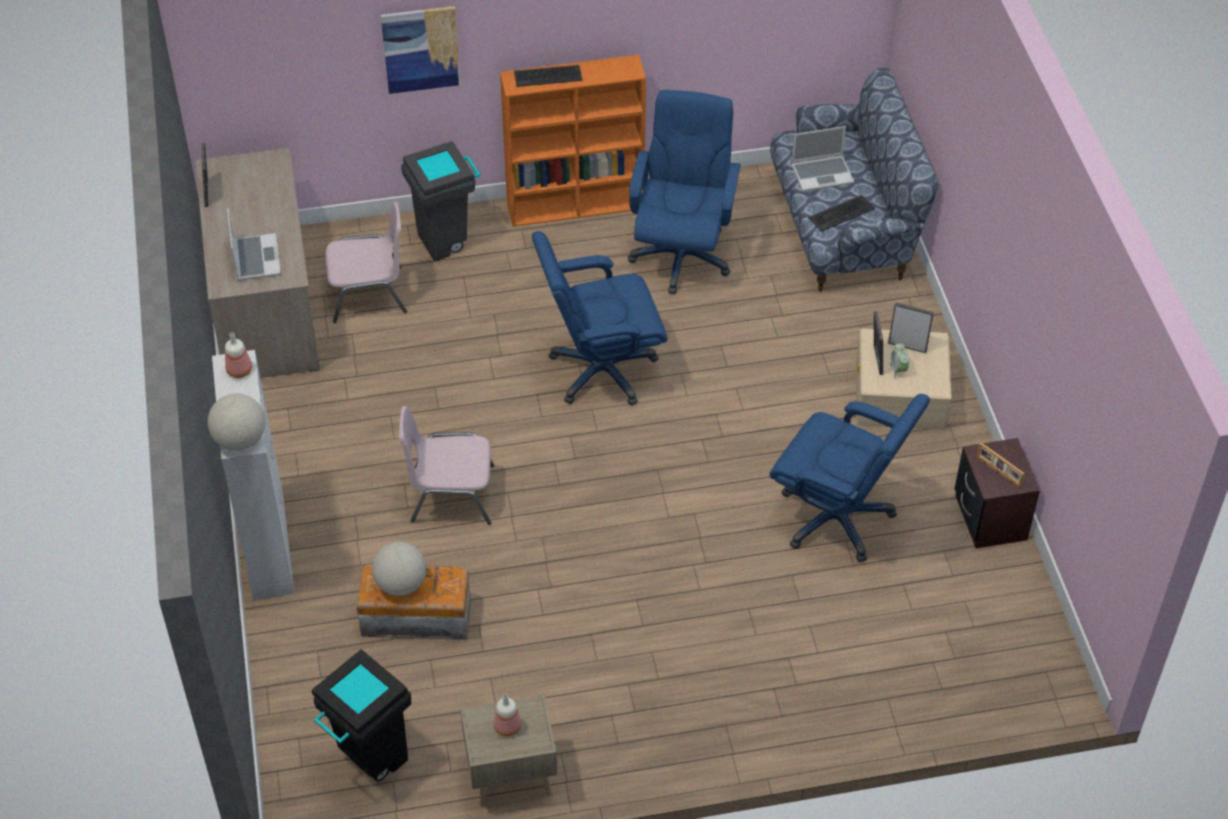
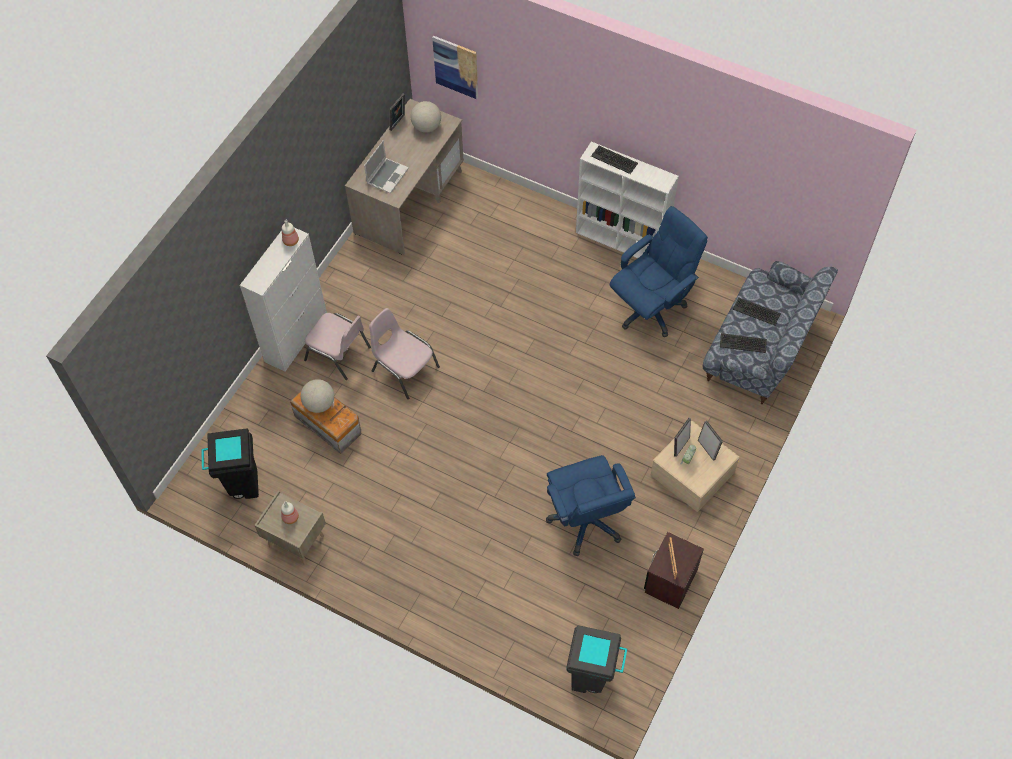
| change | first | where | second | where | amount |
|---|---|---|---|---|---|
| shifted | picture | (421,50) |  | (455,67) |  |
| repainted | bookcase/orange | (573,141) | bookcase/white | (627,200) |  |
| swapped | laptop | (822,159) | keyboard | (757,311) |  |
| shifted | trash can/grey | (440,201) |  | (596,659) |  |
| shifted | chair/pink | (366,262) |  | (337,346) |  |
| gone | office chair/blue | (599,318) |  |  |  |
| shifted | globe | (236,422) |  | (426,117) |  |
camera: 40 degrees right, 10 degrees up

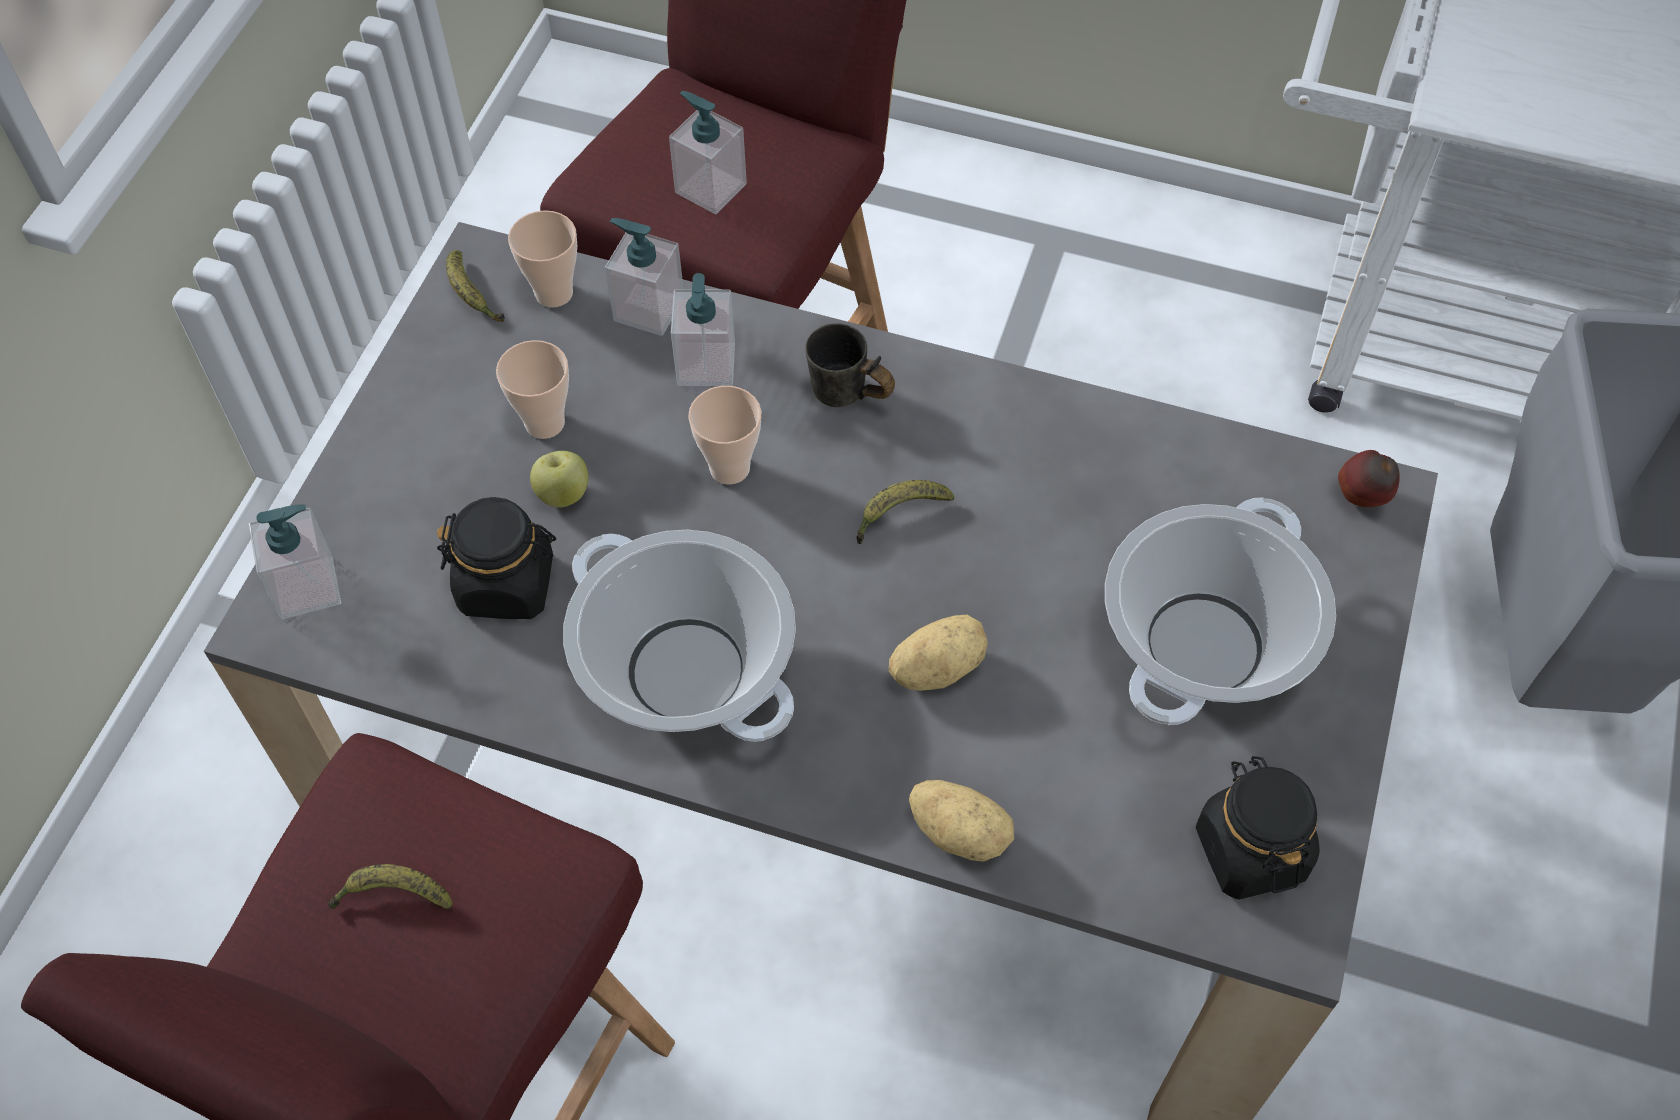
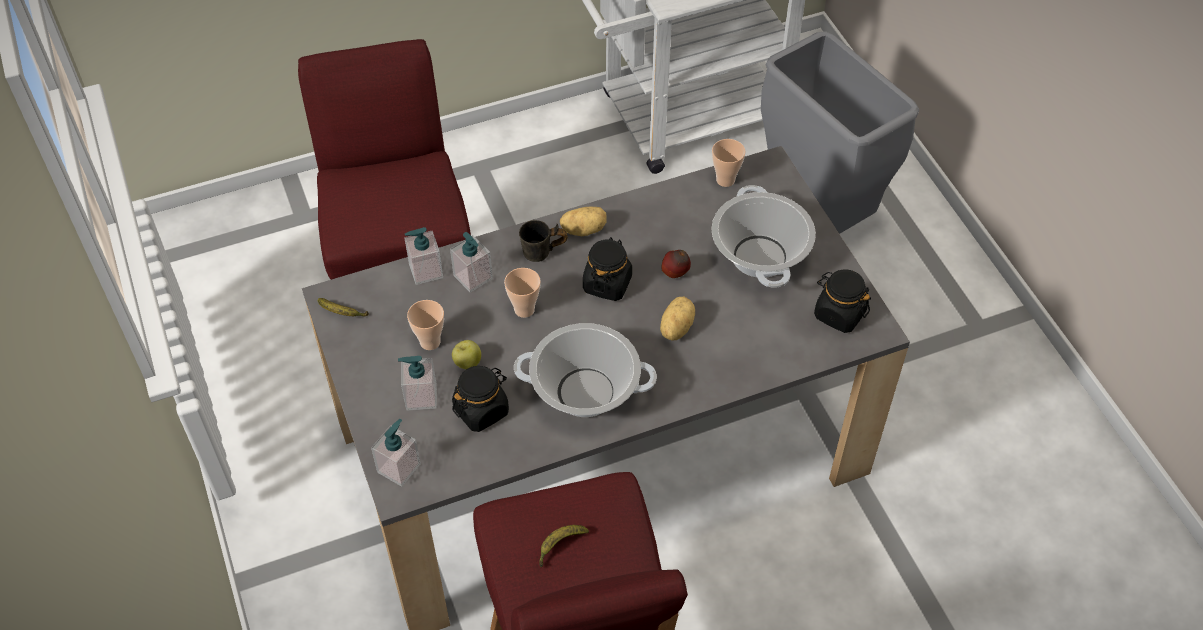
| change | first | where | second | where | amount |
|---|---|---|---|---|---|
| shifted | soap dispenser | (708,152) |  | (417,383) |  |
| shifted | cup | (542,259) |  | (729,163) |  |
| shifted | apple | (1369,478) |  | (676,264) |  |
| swapped | banana | (905,512) | jar/black | (607,269) |  |
| shifted | potato | (961,821) |  | (583,221) |  |
camera: 40 degrees left, 5 degrees down

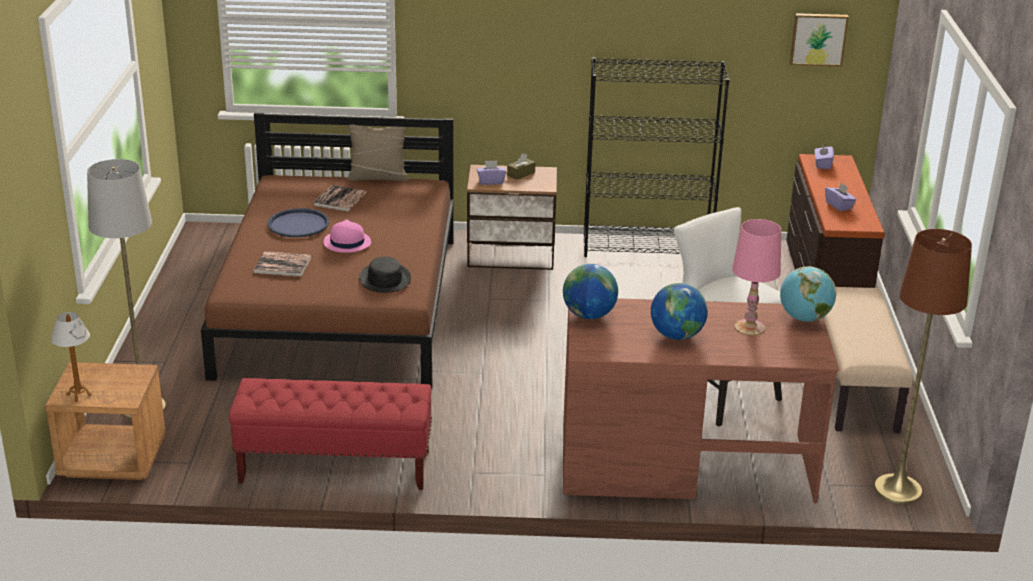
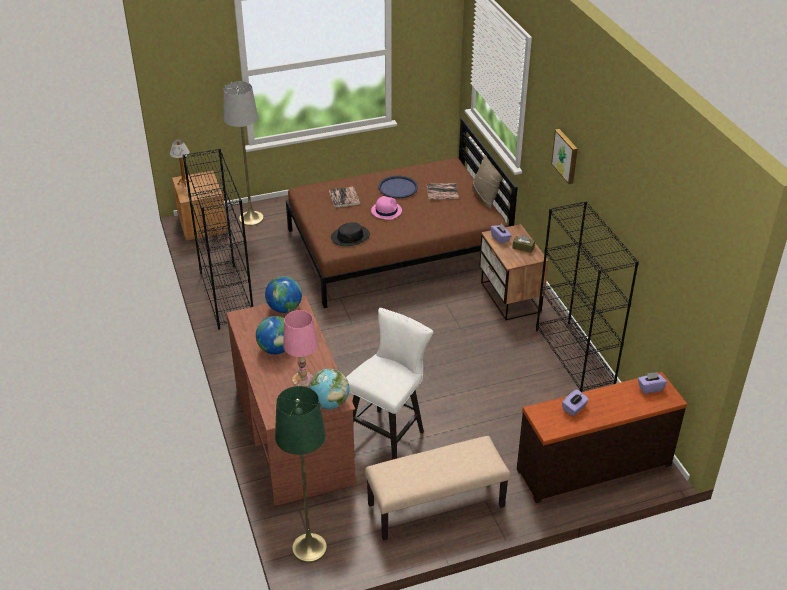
| change | first | where | second | where | amount |
|---|---|---|---|---|---|
| shifted | picture | (819,39) |  | (564,156) |  |
| repainted | floor lamp/brown | (923,366) | floor lamp/green | (301,474) |  |
| swapped | bench/red | (330,434) | bookcase/black | (217,239) |  |
camera: 70 degrees right, 10 degrees up

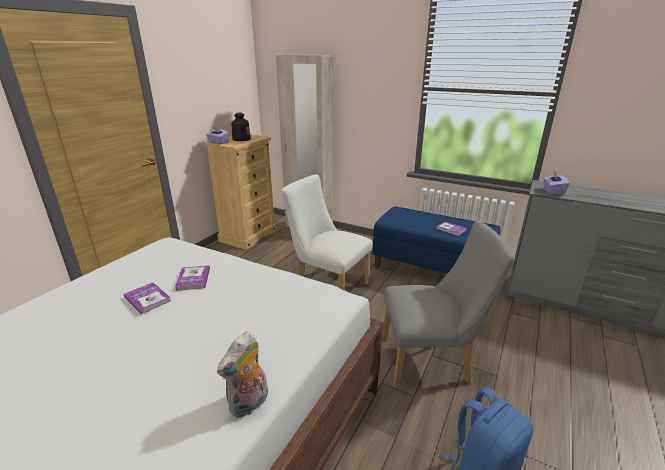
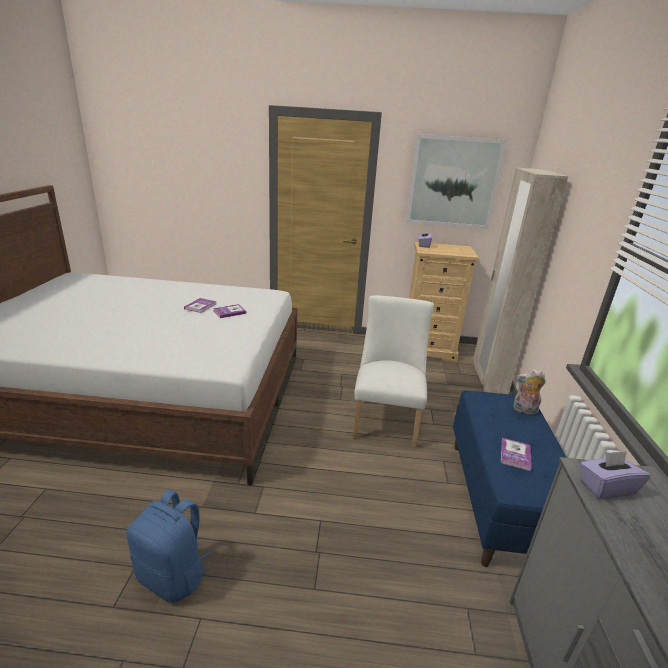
| change | first | where | second | where | amount |
|---|---|---|---|---|---|
| gone | bottle | (241,126) |  |  |  |
| gone | chair/grey | (448,304) |  |  |  |
| shifted | plush toy | (242,374) |  | (529,392) |  |
| new |  |  | picture | (456,181) |  |
camera: 65 degrees right, 0 degrees up

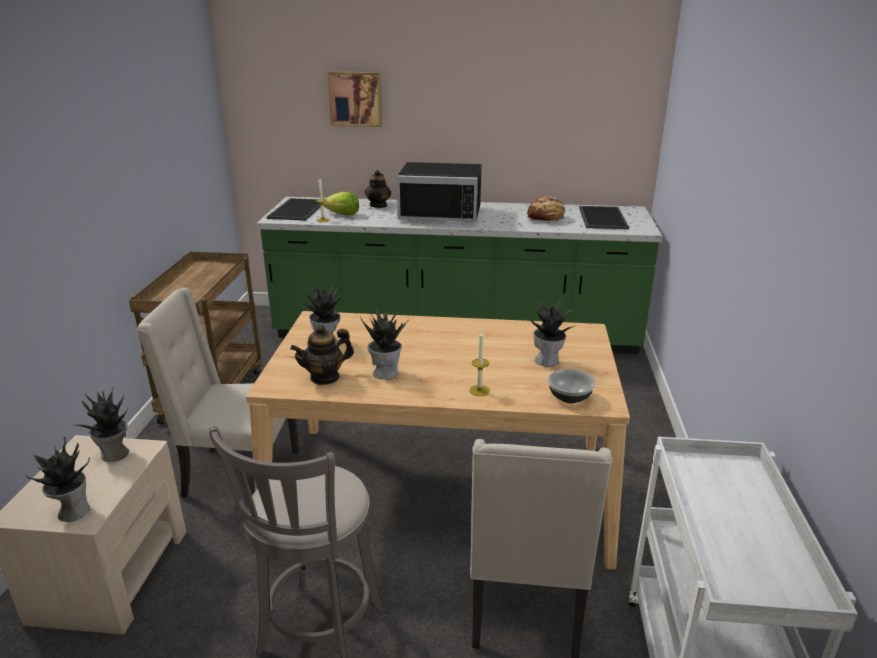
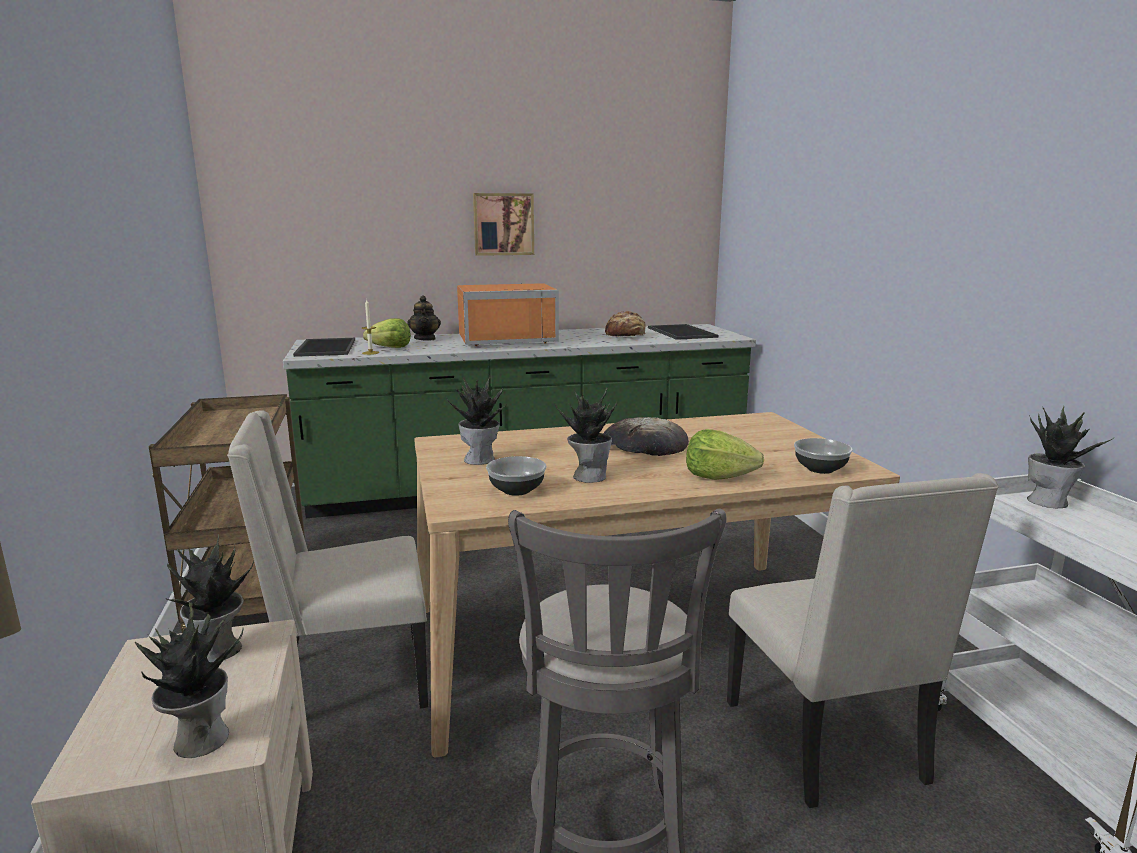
| change | first | where | second | where | amount |
|---|---|---|---|---|---|
| shifted | picture | (354,99) |  | (503,224) |  |
| repainted | microwave/black | (439,192) | microwave/orange | (508,314) |  |
| shifted | potted plant | (551,331) |  | (1069,457) |  |
| swapped | teapot | (322,355) | bowl | (516,476) |  |
| swapped | candle | (479,363) | lettuce | (725,454) |  |
| new |  |  | bread | (646,436) |  |
camera: 20 degrees left, 10 degrees down

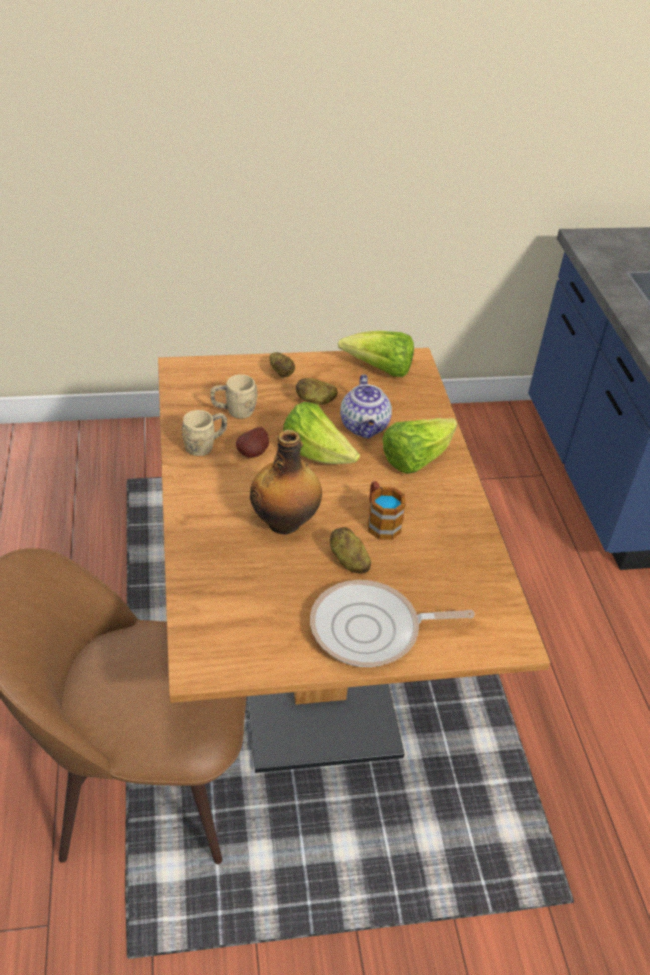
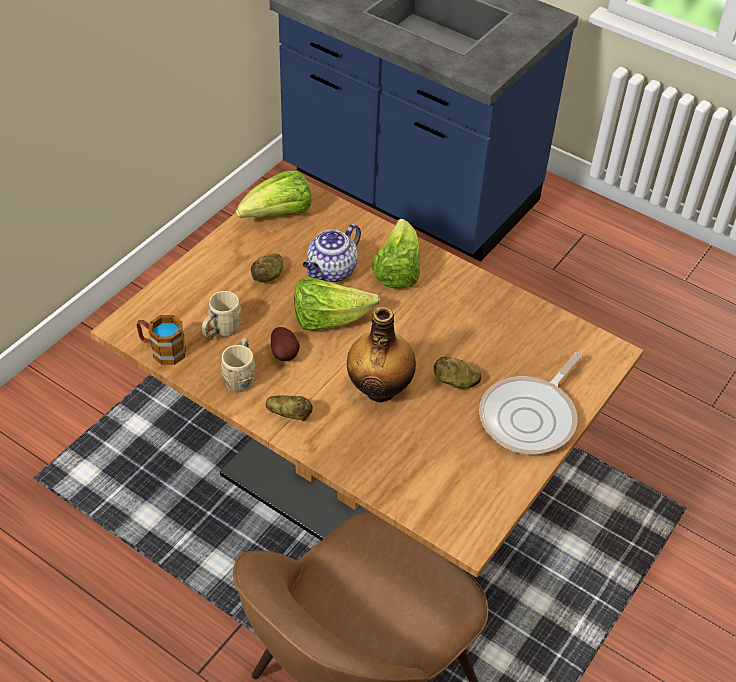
| change | first | where | second | where | amount |
|---|---|---|---|---|---|
| shifted | potato | (282,365) |  | (289,408) |  |
| rotated | teapot | (366,407) |  | (332,253) | 90 degrees clockwise |
| shifted | mug | (387,510) |  | (161,340) |  |
camera: 45 degrees left, 5 degrees up

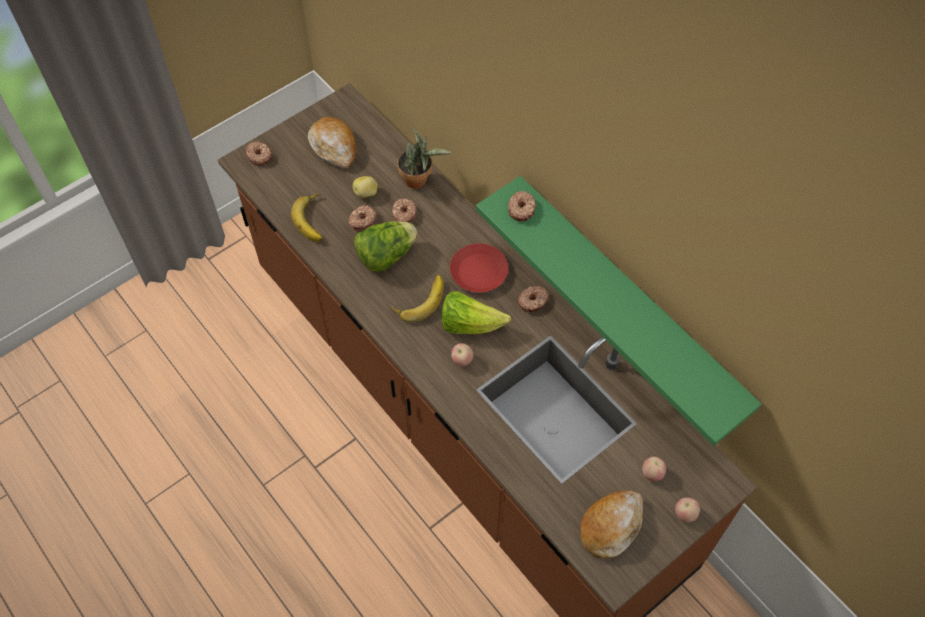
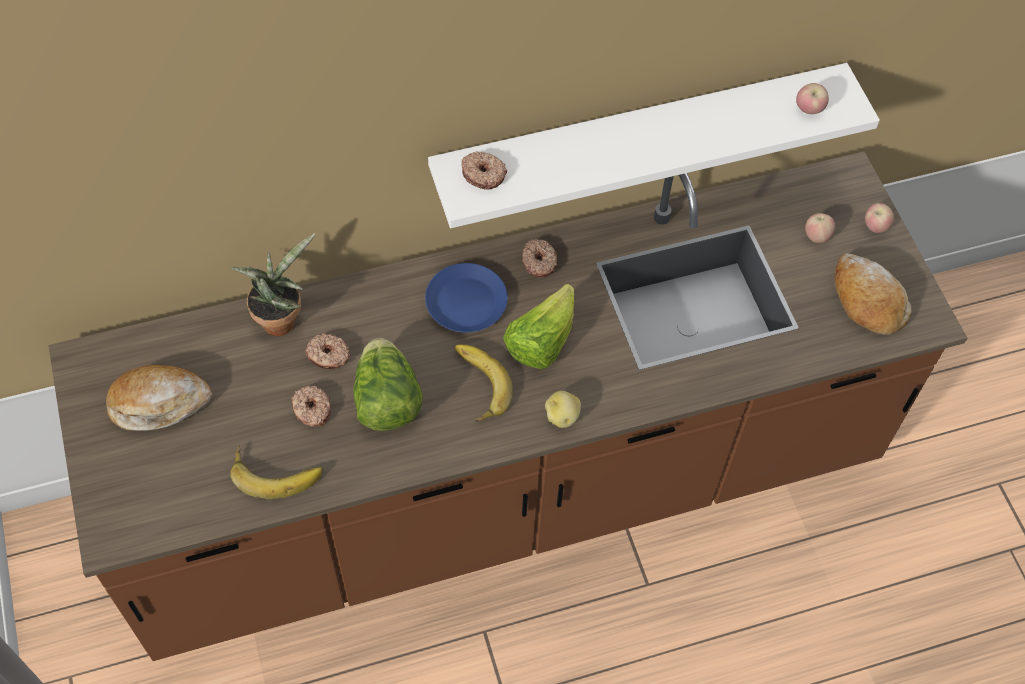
| change | first | where | second | where | amount |
|---|---|---|---|---|---|
| gone | donut | (259,153) |  |  |  |
| shifted | potato | (365,187) |  | (563,409) |  |
| repainted | shelf/green | (618,311) | shelf/white | (654,145) |  |
| repainted | plate/red | (479,268) | plate/blue | (466,297) |  |
| shifted | apple | (462,354) |  | (812,98) |  |
camera: 70 degrees left, 0 degrees up

